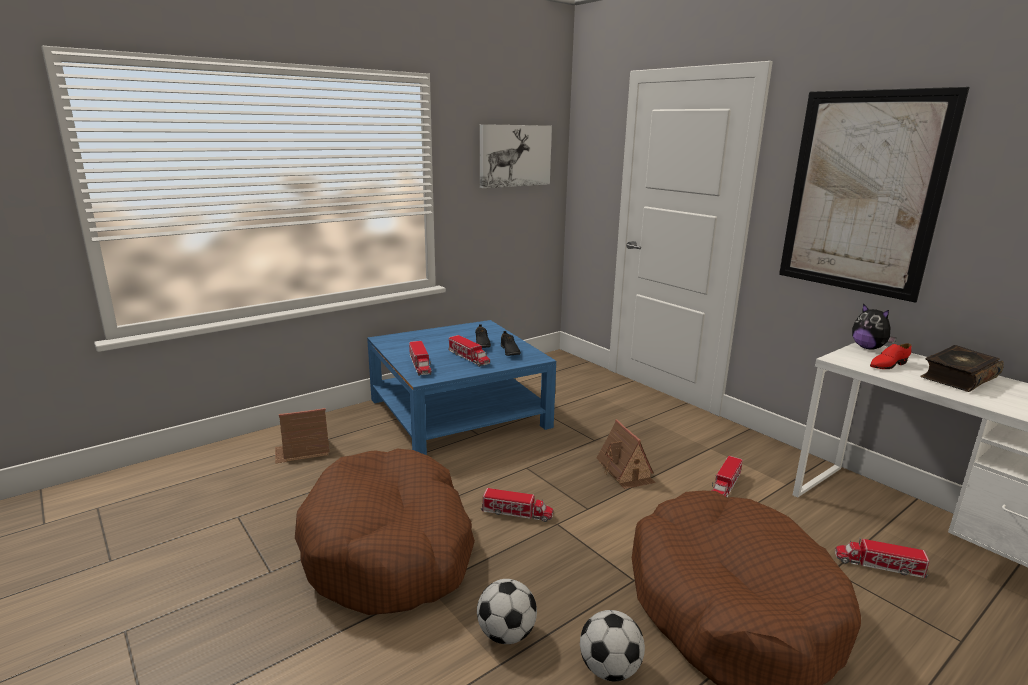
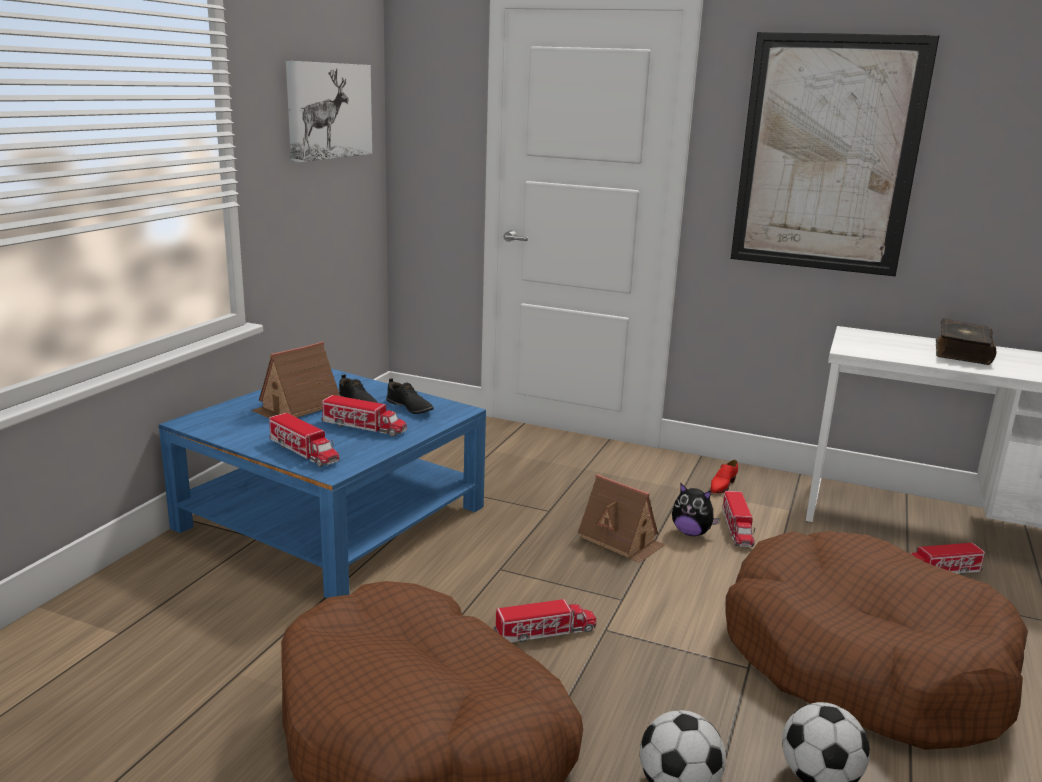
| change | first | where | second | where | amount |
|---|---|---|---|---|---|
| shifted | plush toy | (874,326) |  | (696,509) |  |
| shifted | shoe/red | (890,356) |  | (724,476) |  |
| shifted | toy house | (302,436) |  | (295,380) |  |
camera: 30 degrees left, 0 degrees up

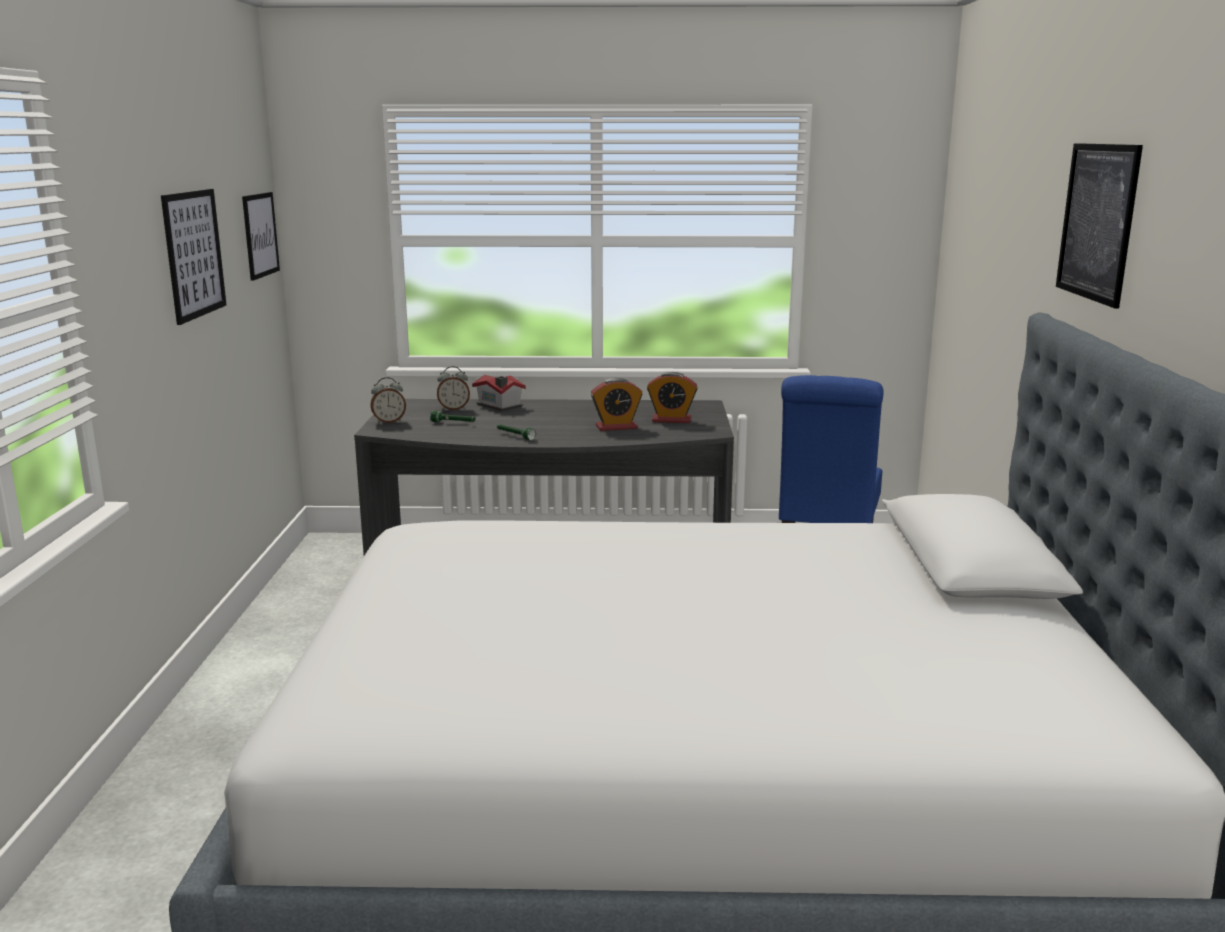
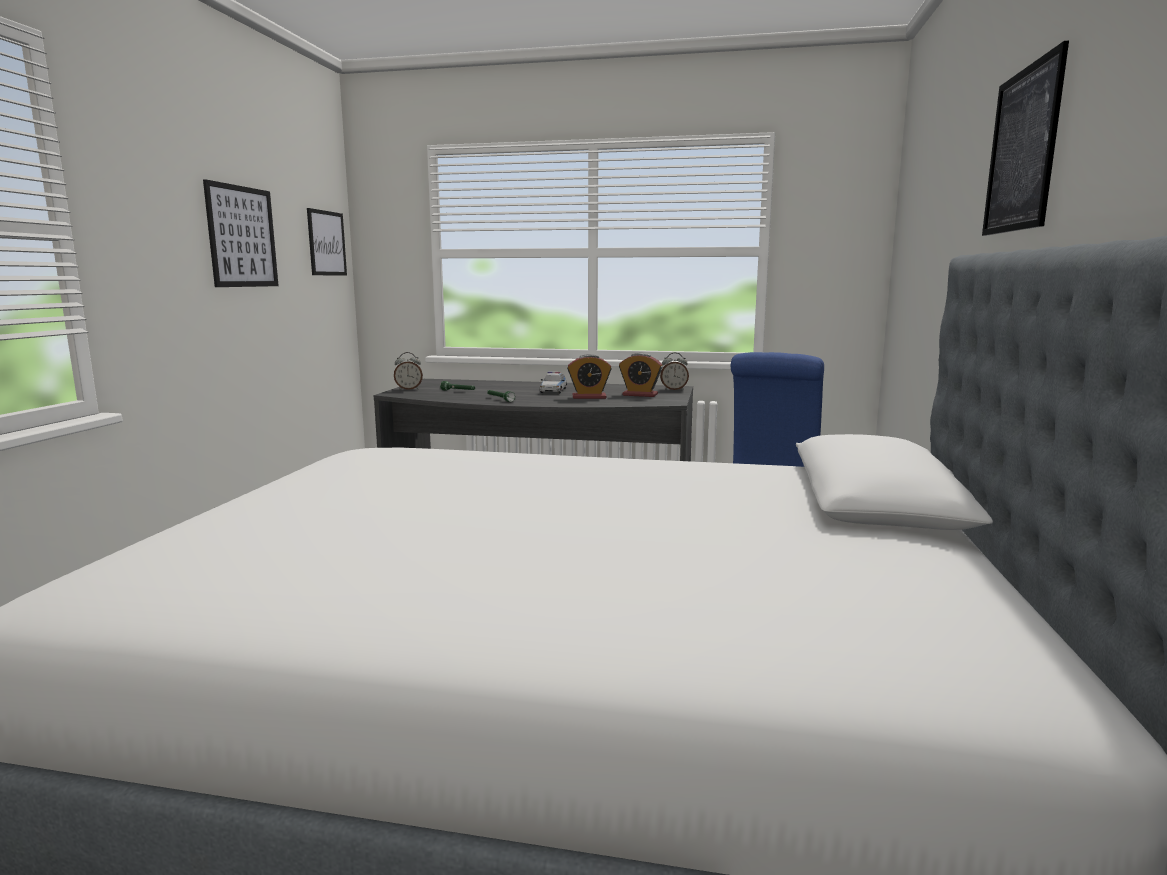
| change | first | where | second | where | amount |
|---|---|---|---|---|---|
| shifted | alarm clock | (453,388) |  | (674,371) |  |
| gone | toy house | (499,393) |  |  |  |
| new |  |  | toy car | (553,383) |  |
camera: 10 degrees right, 5 degrees down

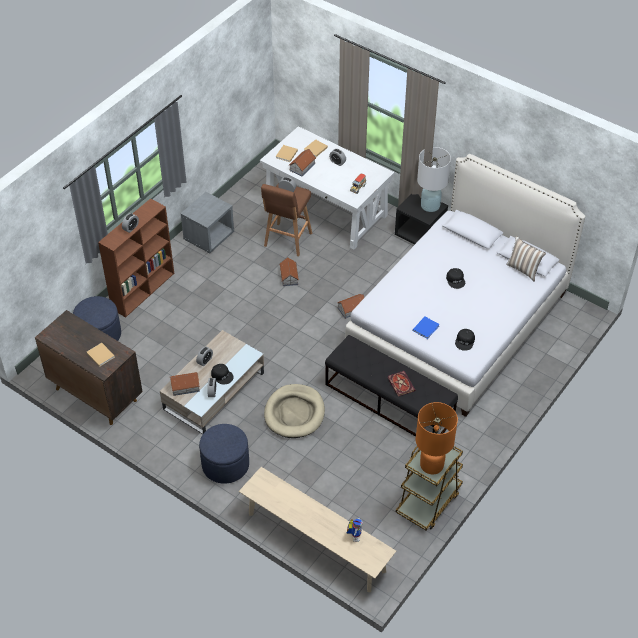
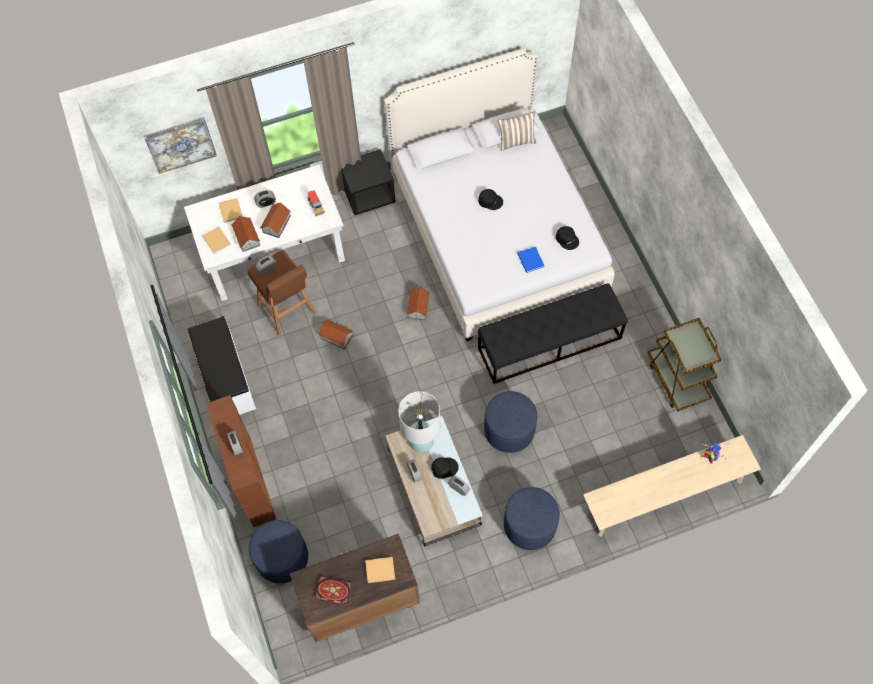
| change | first | where | second | where | amount |
|---|---|---|---|---|---|
| shifted | table lamp/white | (434,179) |  | (419,422) |  |
| swapped | nightstand/grey | (207,222) | bench/white | (221,365) |  |
| shifted | book | (401,383) |  | (333,590) |  |
| shifted | toy house | (185,384) |  | (275,220) |  |
| swapped | dog bed/beige | (294,411) | ottoman/blue | (510,422) |  |
| gone | table lamp/orange | (437,438) |  |  |  |
| new |  |  | picture | (180,145) |  |
camera: 55 degrees left, 15 degrees up

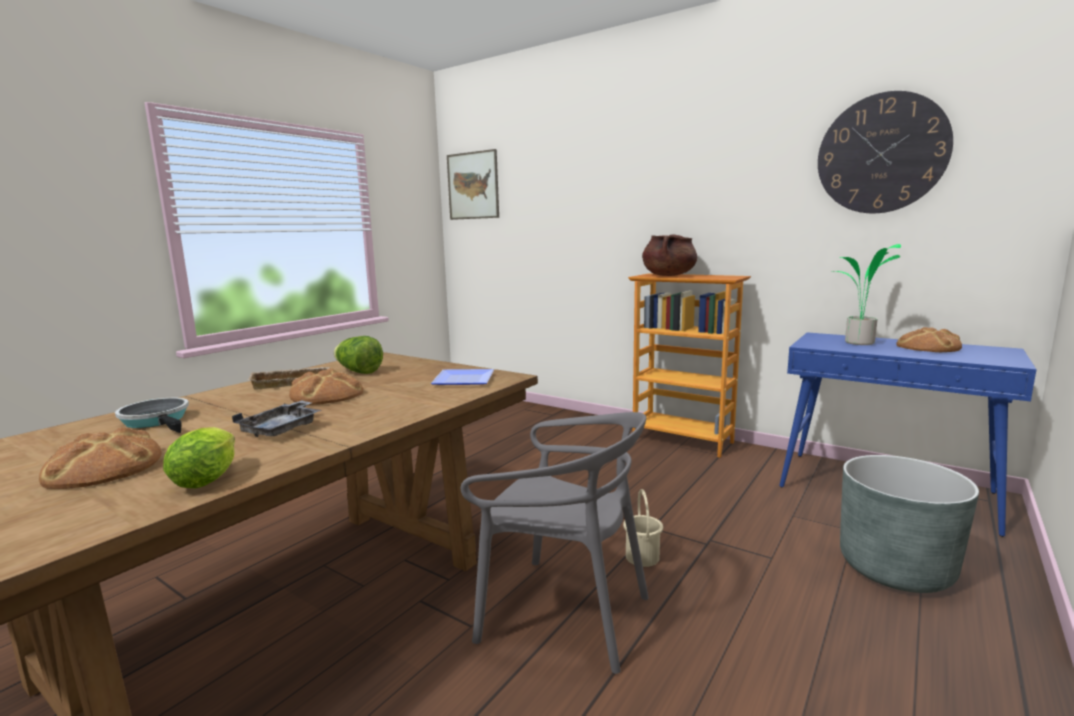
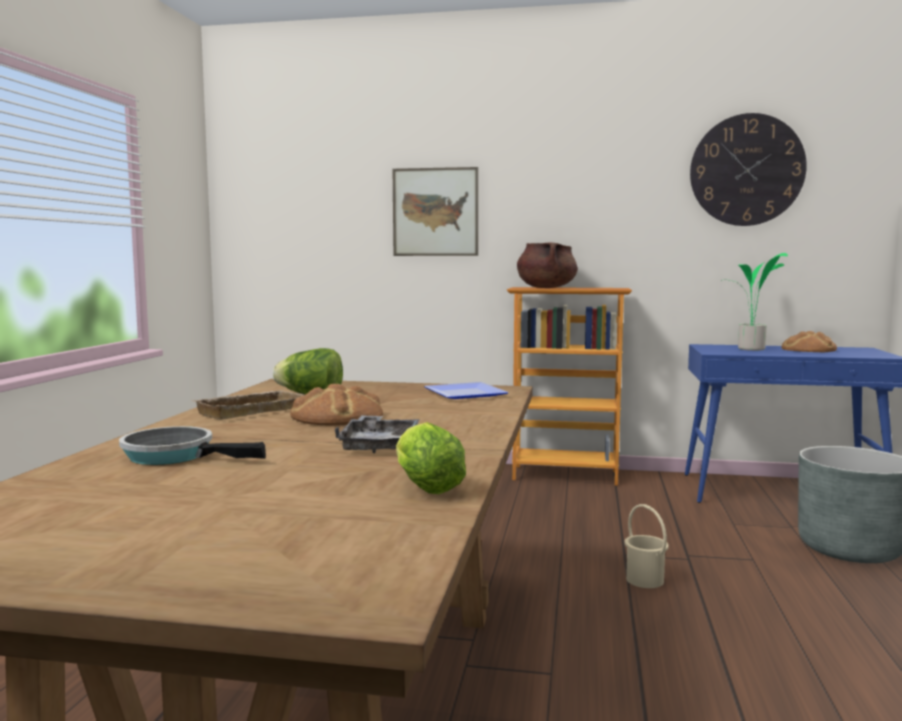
| change | first | where | second | where | amount |
|---|---|---|---|---|---|
| shifted | picture | (473,184) |  | (435,211) |  |
| gone | chair/grey | (555,543) |  |  |  |
| gone | bread | (100,458) |  |  |  |
camera: 25 degrees left, 5 degrees down

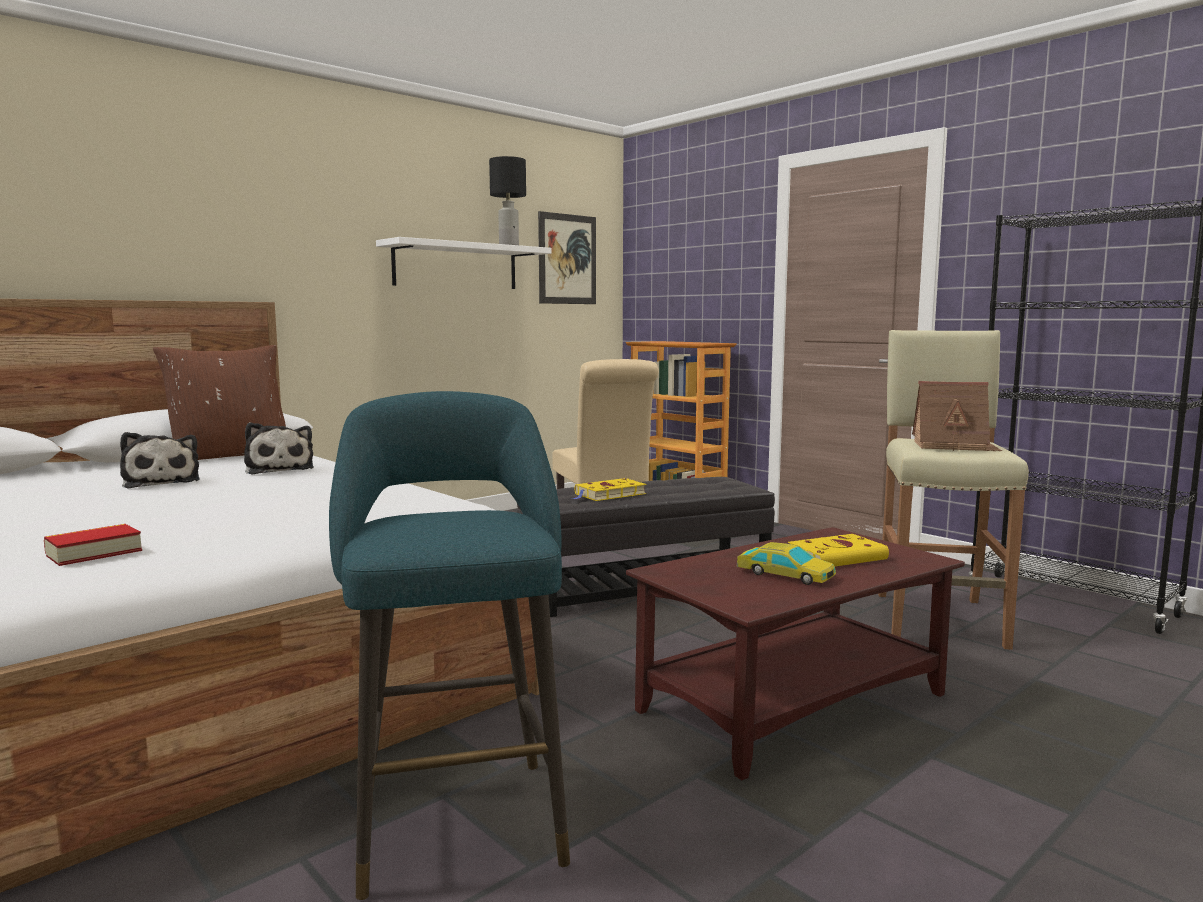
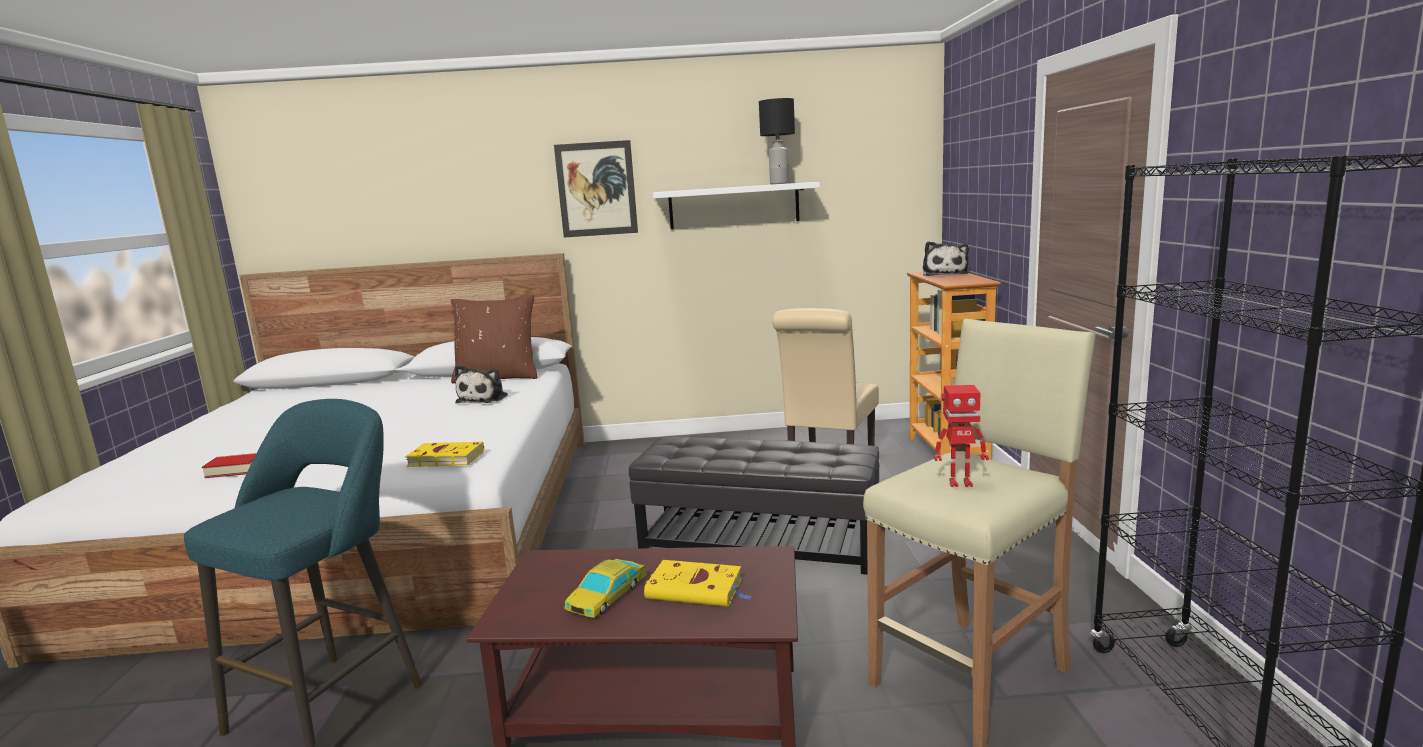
| change | first | where | second | where | amount |
|---|---|---|---|---|---|
| shifted | picture | (567,257) |  | (596,189) |  |
| swapped | toy house | (957,416) | toy robot | (961,436) |  |
| shifted | plush toy | (160,460) |  | (946,258) |  |
| shifted | book/yellow | (609,489) |  | (444,454) |  |
| rotated | toy car | (786,563) |  | (605,588) | 45 degrees clockwise |
camera: 40 degrees right, 5 degrees up

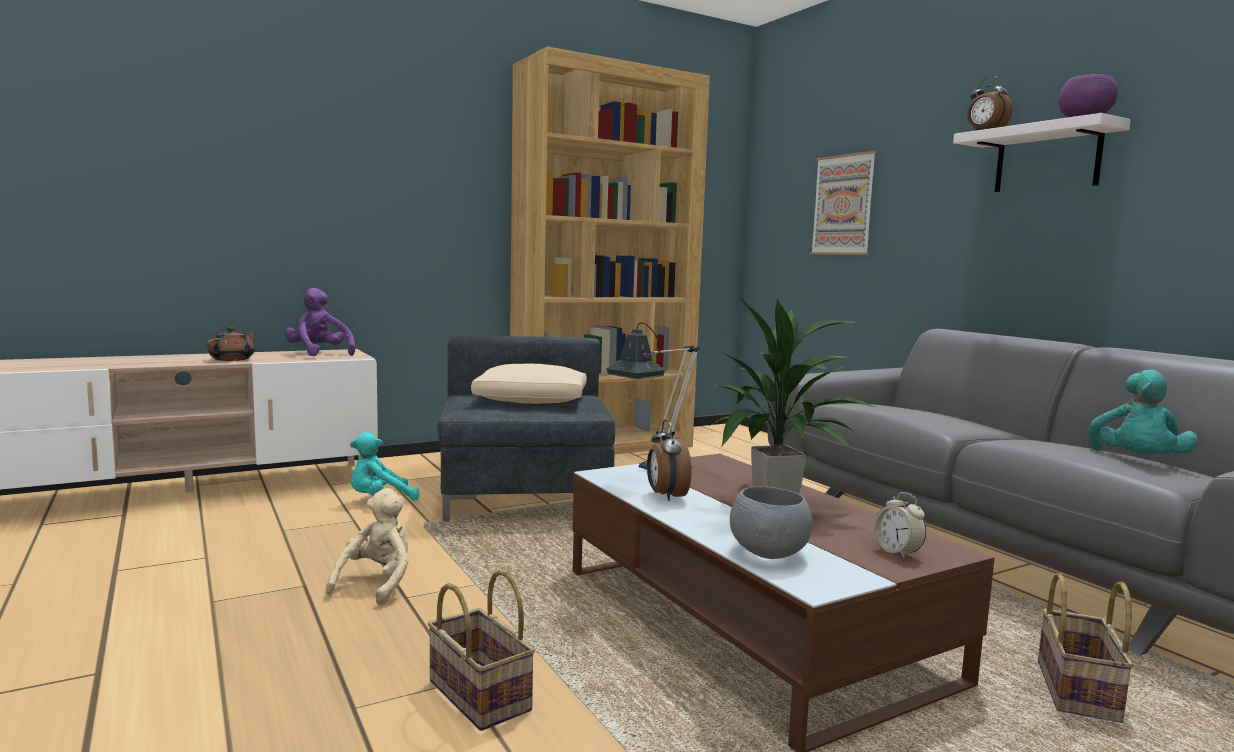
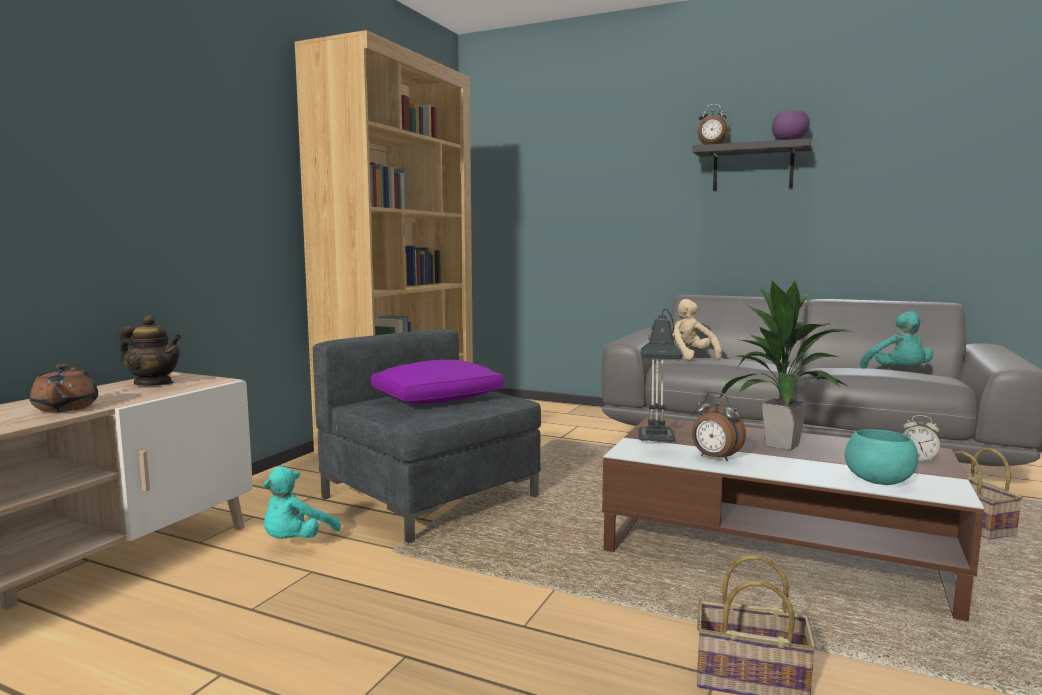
| change | first | where | second | where | amount |
|---|---|---|---|---|---|
| repainted | shelf/white | (1042,152) | shelf/black | (753,164) |  |
| gone | picture | (843,203) |  |  |  |
| swapped | plush toy/purple | (320,322) | teapot | (150,350) |  |
| repainted | pillow/beige | (529,383) | pillow/purple | (437,382) |  |
| repainted | bowl/grey | (771,522) | bowl/turquoise | (881,457) |  |
| shifted | plush toy/beige | (367,547) |  | (697,329) |  |
camera: 35 degrees left, 0 degrees up

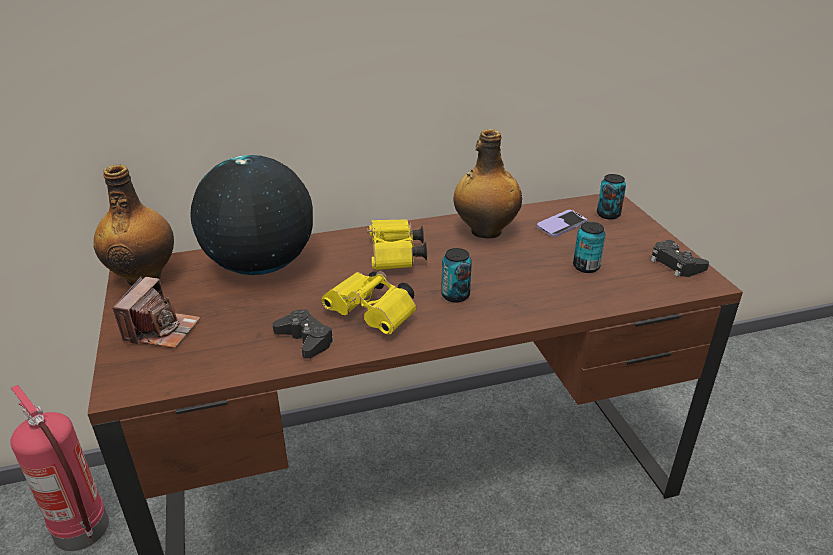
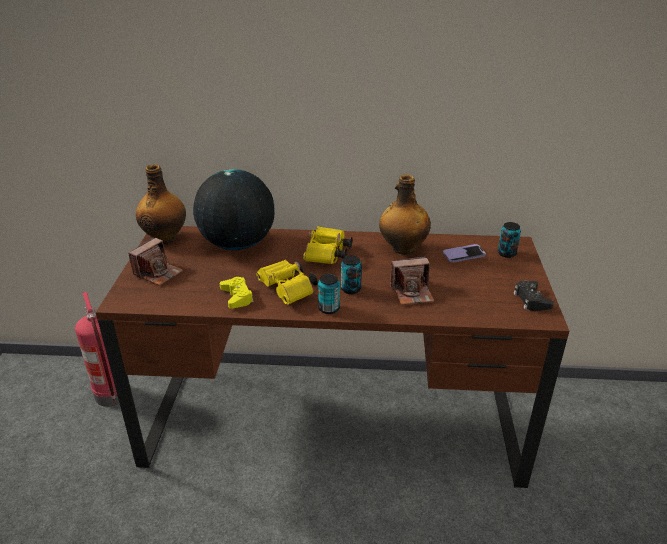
| change | first | where | second | where | amount |
|---|---|---|---|---|---|
| shifted | can | (589,247) |  | (329,294) |  |
| repainted | game controller/black | (303,334) | game controller/yellow | (237,293) |  |
| new |  |  | photo camera | (412,280) |  |
camera: 20 degrees right, 0 degrees up

